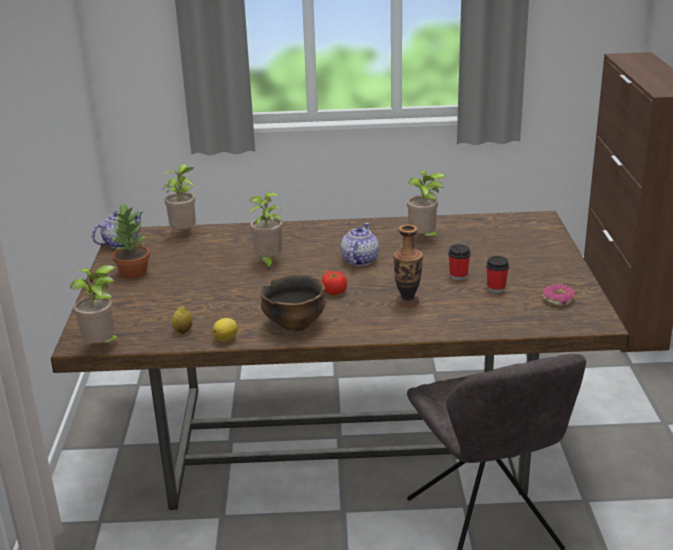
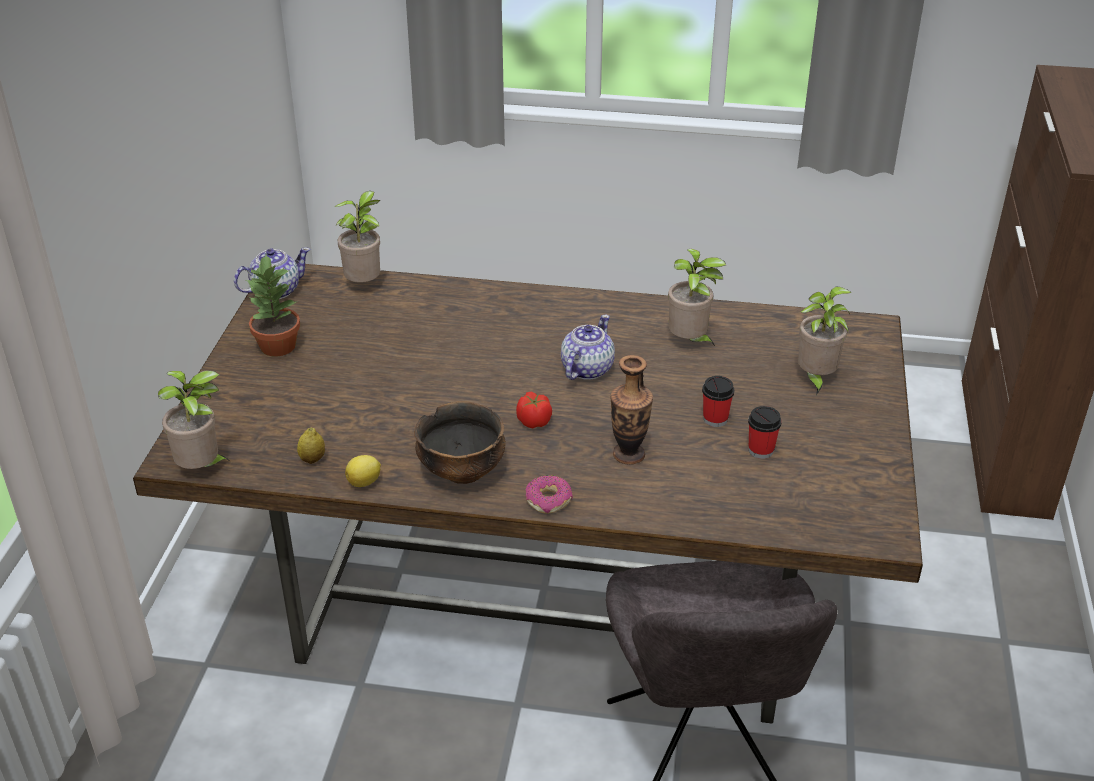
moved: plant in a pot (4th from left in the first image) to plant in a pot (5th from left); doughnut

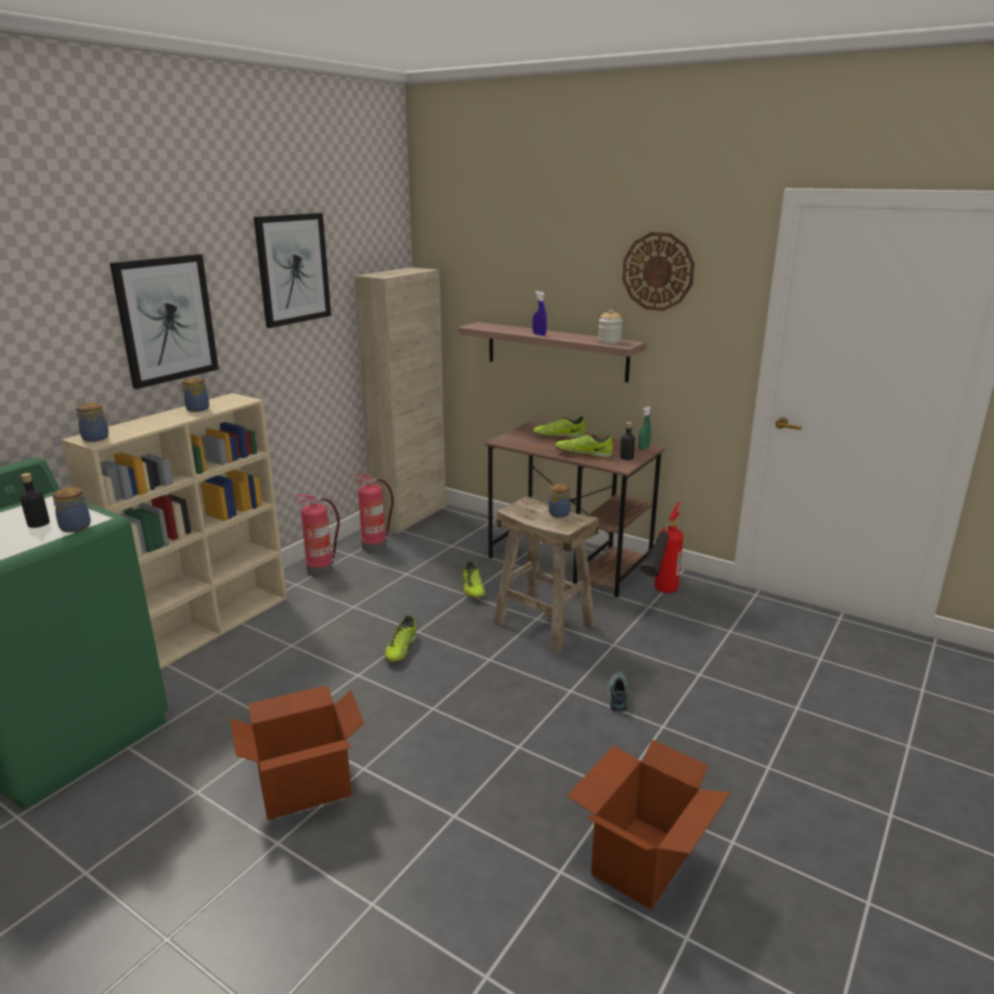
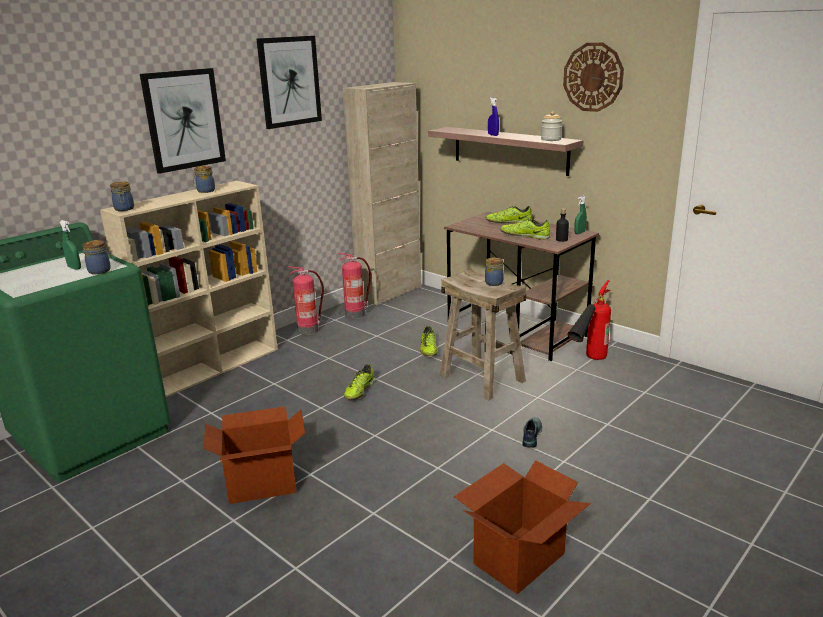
replaced: black beverage bottle (1st from left) to green sprayer (1st from left)

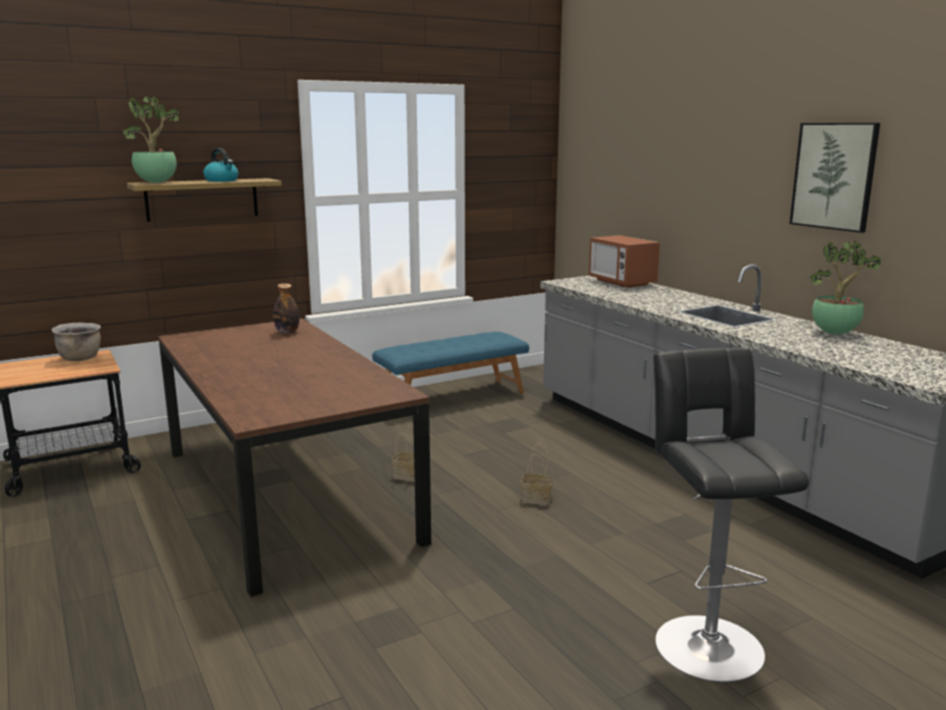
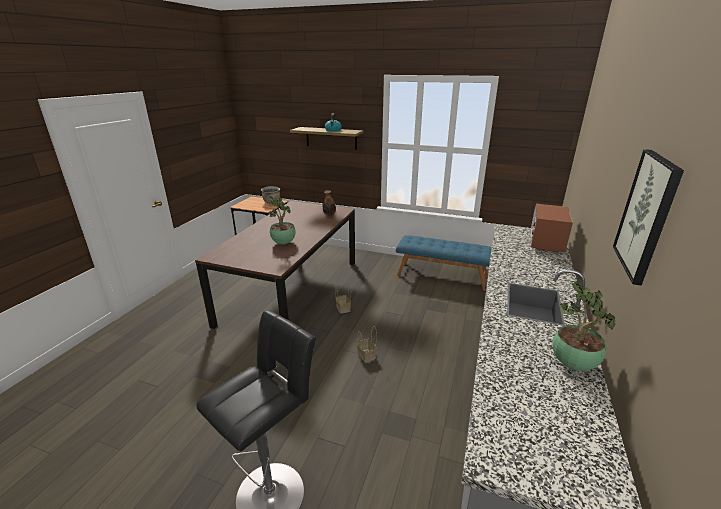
moved: plant in a pot (1st from left)

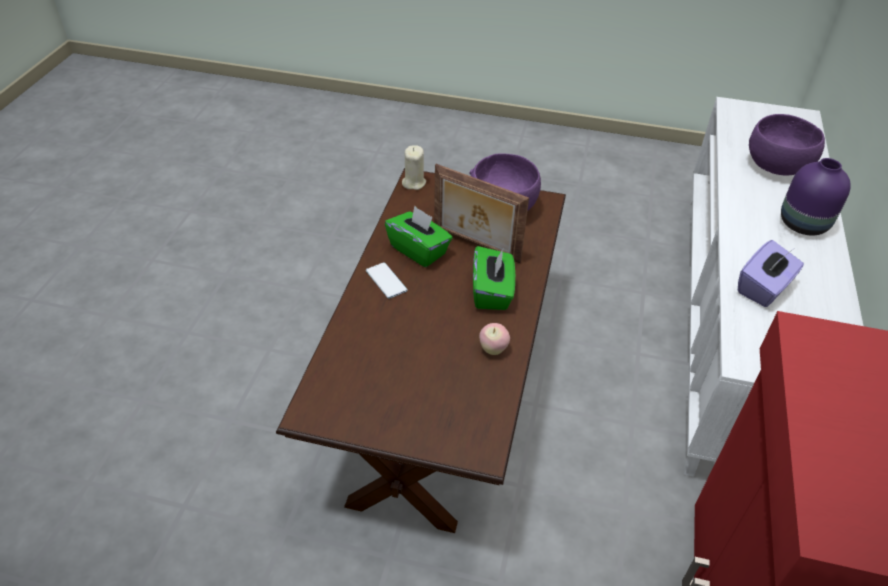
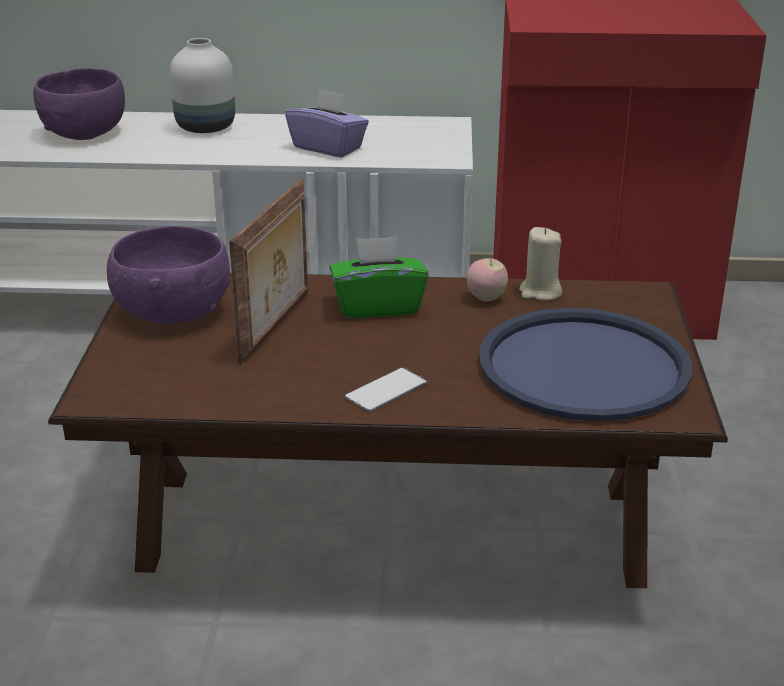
removed: green tissue holder (1st from left)
added: blue carrying tray
moved: sand-coloured candle
recoloured: purple-coloured decorative vase to white decorative vase

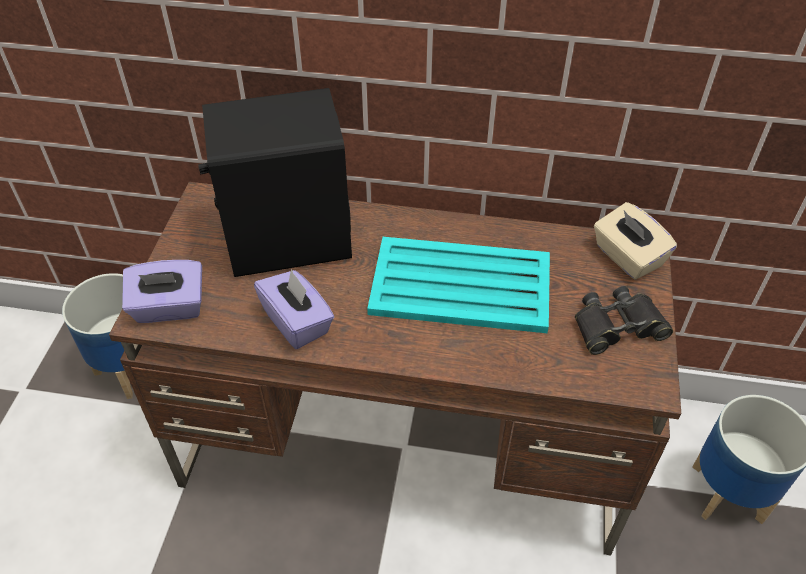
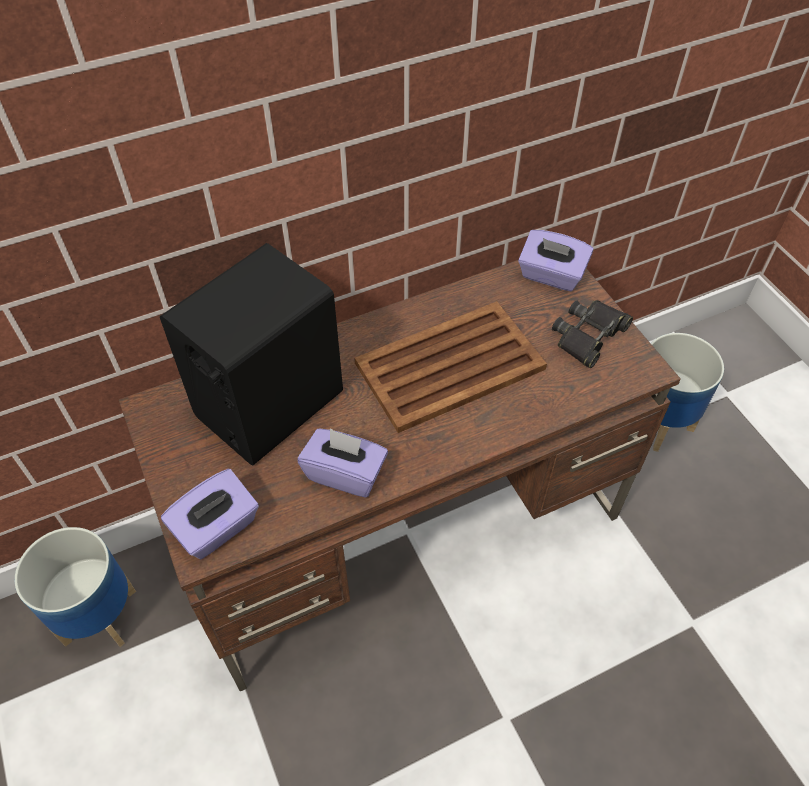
recoloured: sand-coloured tissue holder to purple-coloured tissue holder (3rd from left); turquoise-coloured carrying tray to brownish carrying tray

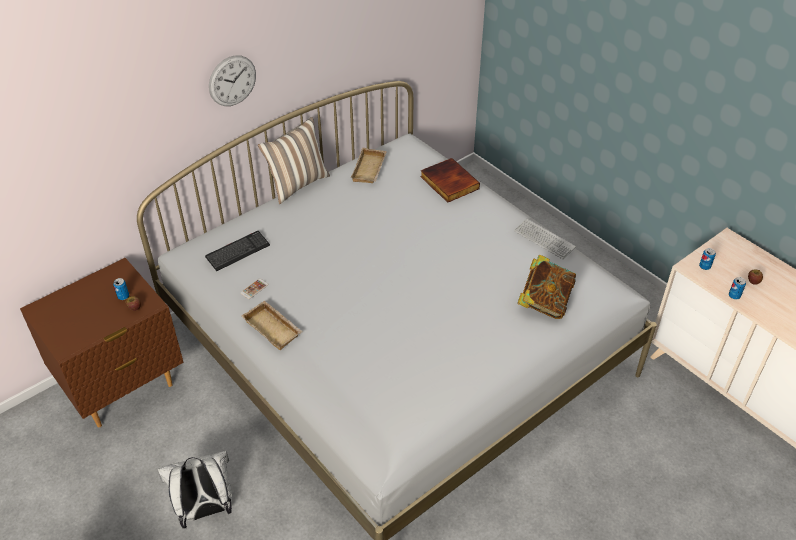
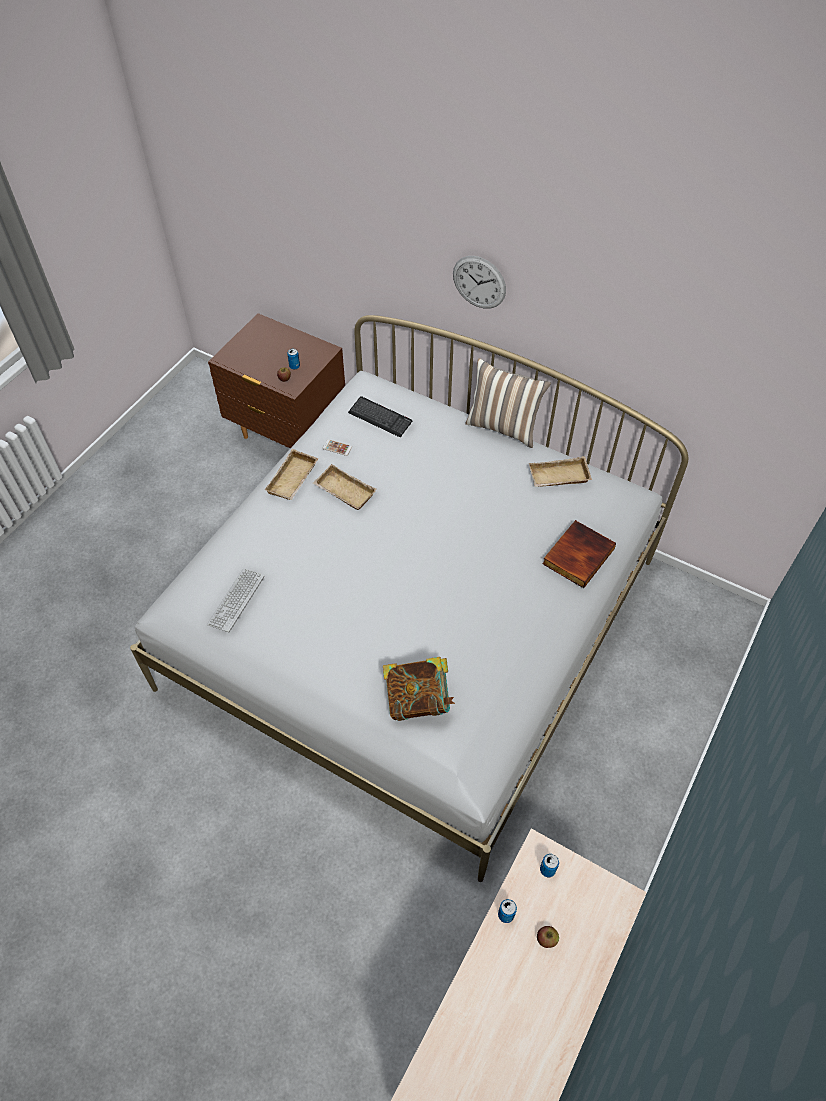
removed: white knapsack
added: sand-coloured carrying tray (2nd from left)
moved: computer keyboard (2nd from left in the first image) to computer keyboard (1st from left)

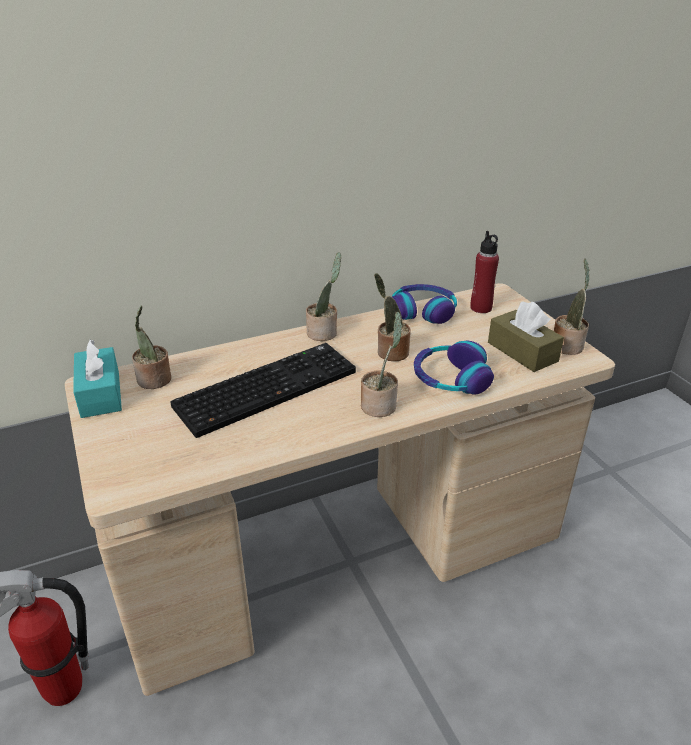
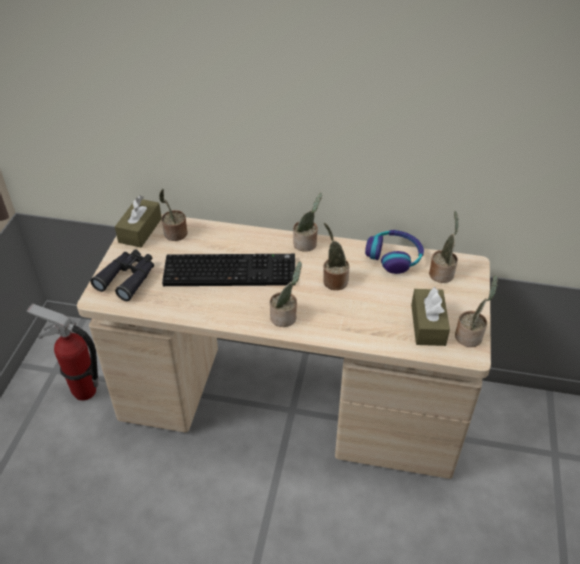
removed: pair of headphones (2nd from left)
added: black binoculars
replaced: red beverage bottle to plant in a pot (5th from left)
recoloured: turquoise-coloured tissue holder to brownish tissue holder (1st from left)

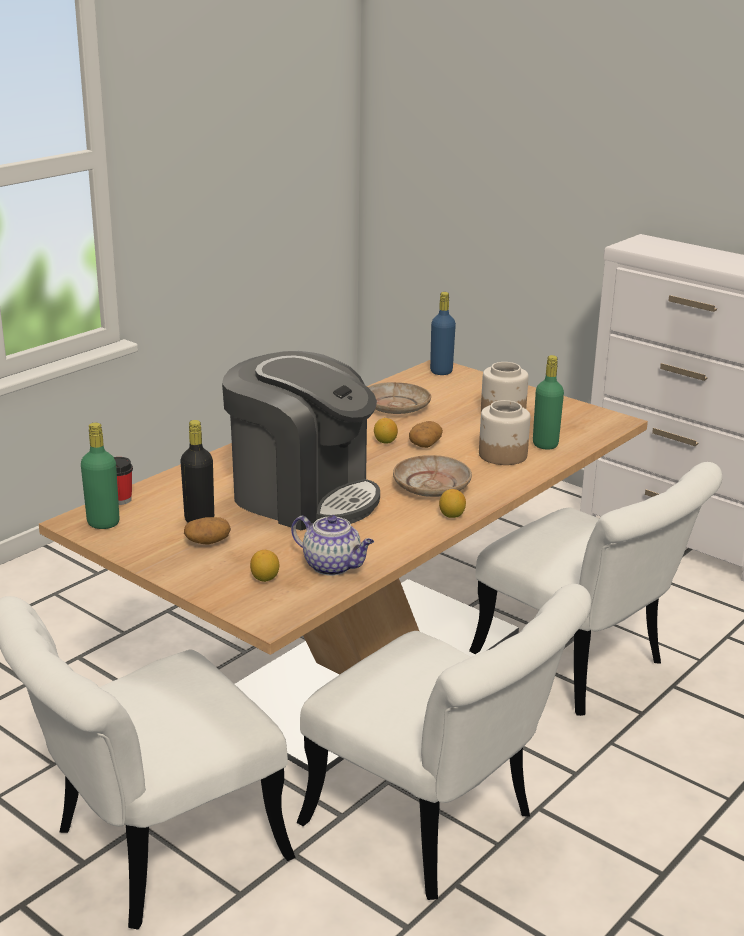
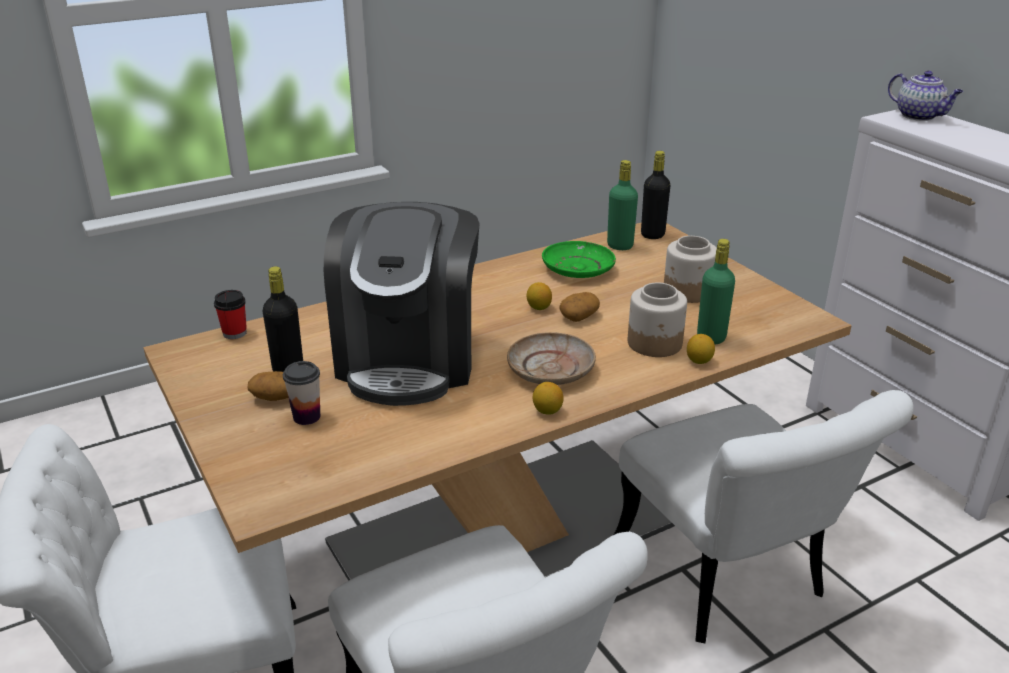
added: small cup (2nd from left)
moved: green beverage bottle (1st from left); teapot; whole lemon (1st from left in the first image) to whole lemon (3rd from left)
recoloured: blue beverage bottle to black beverage bottle (2nd from left); sand-coloured flat dish (1st from left) to green flat dish
turned: coffee brewer 45 degrees clockwise

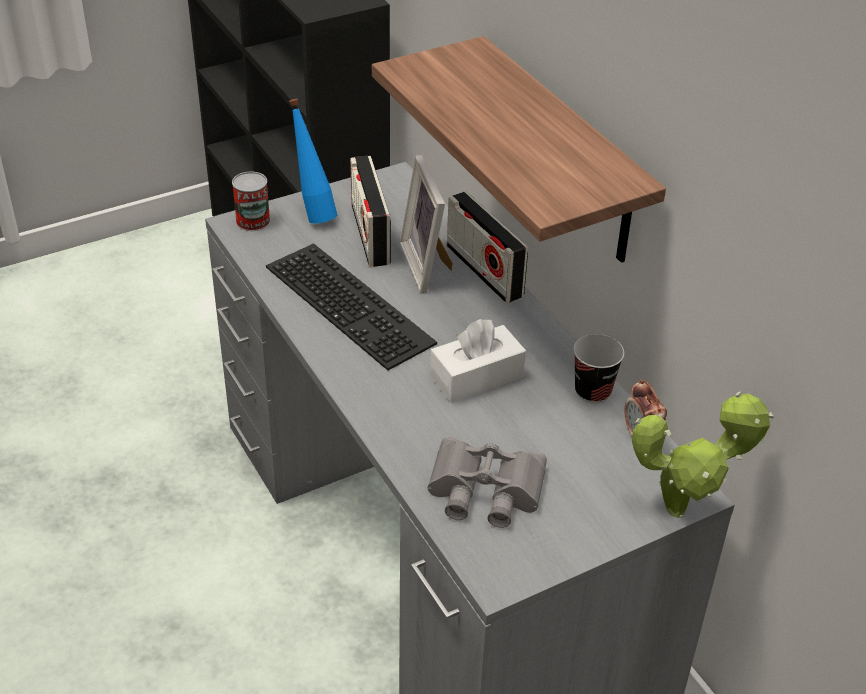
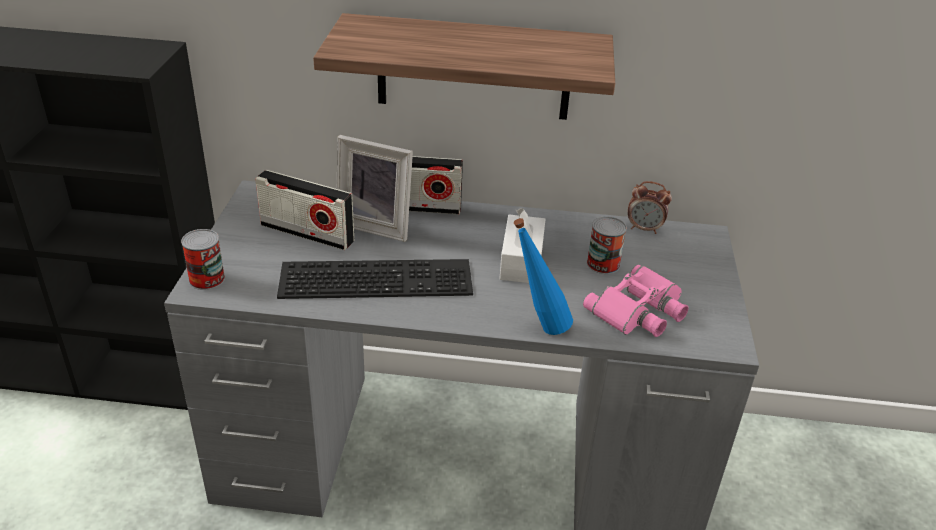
removed: small cup; plant in a pot
added: can (2nd from left)
moved: blue beverage bottle
recoloured: gray binoculars to pink binoculars

